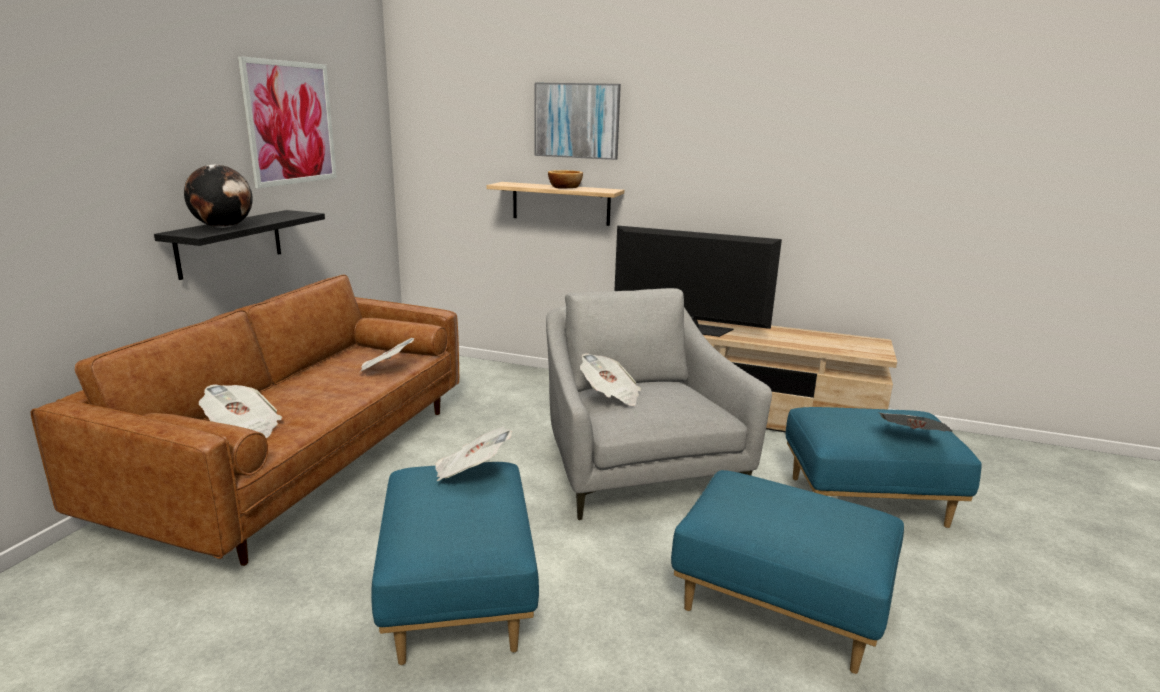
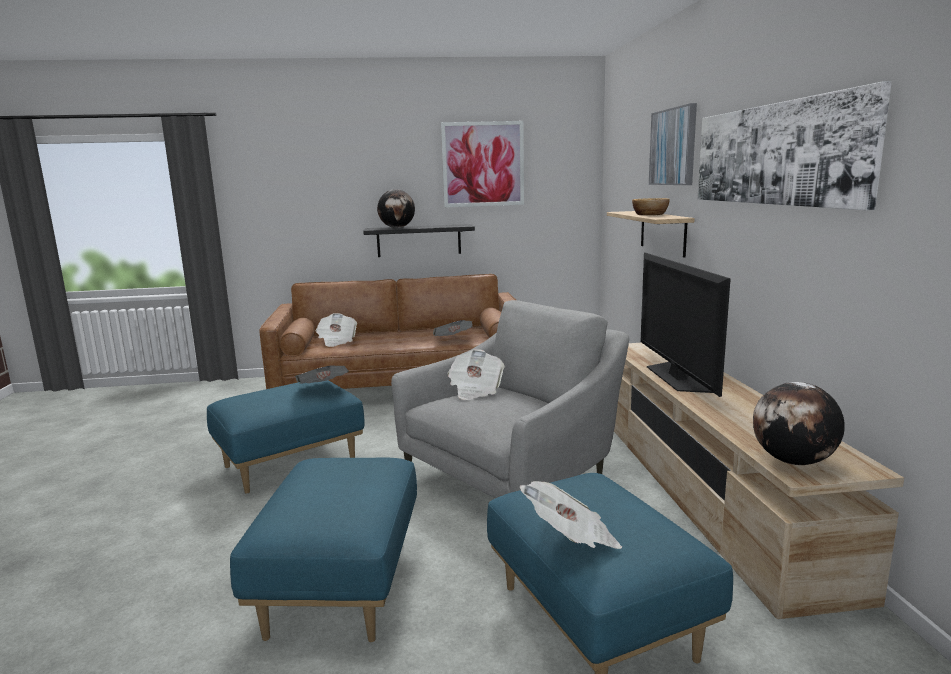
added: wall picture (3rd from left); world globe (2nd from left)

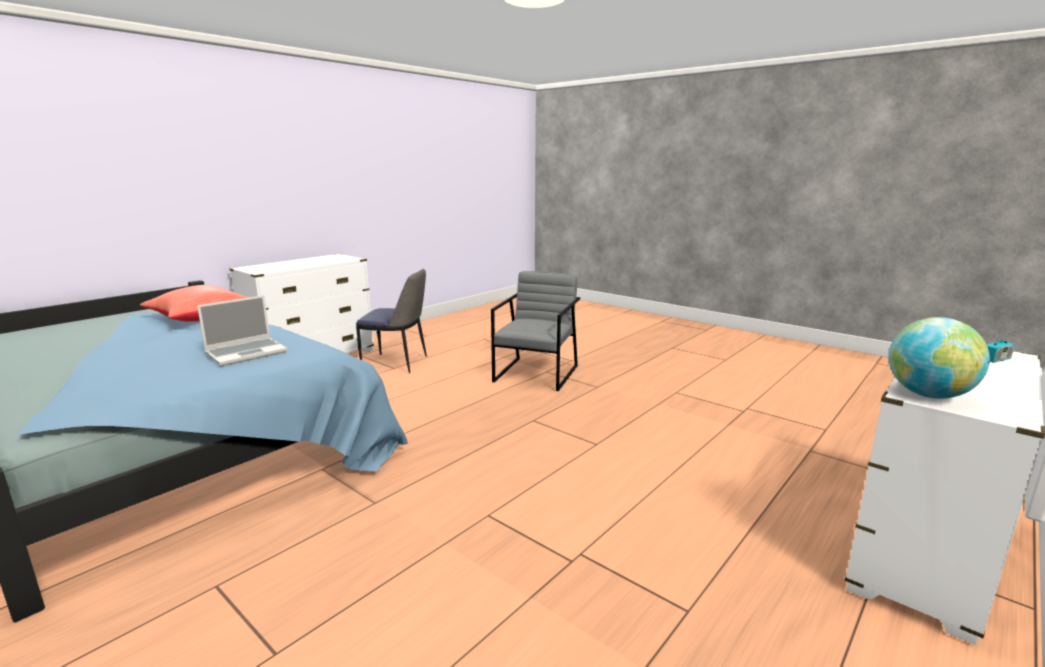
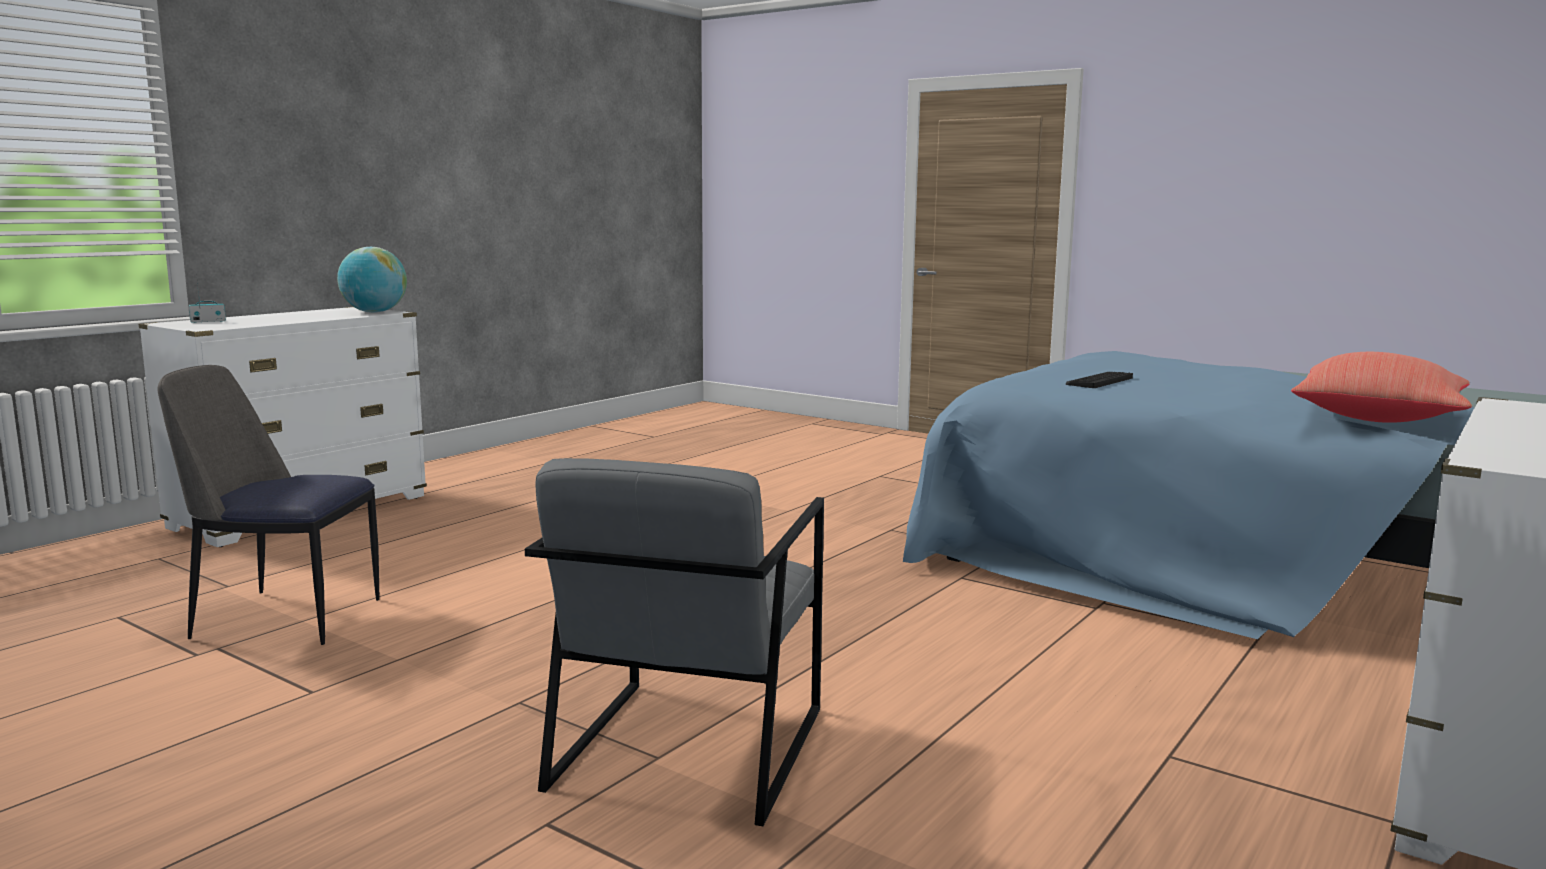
moved: chair
replaced: laptop to computer keyboard

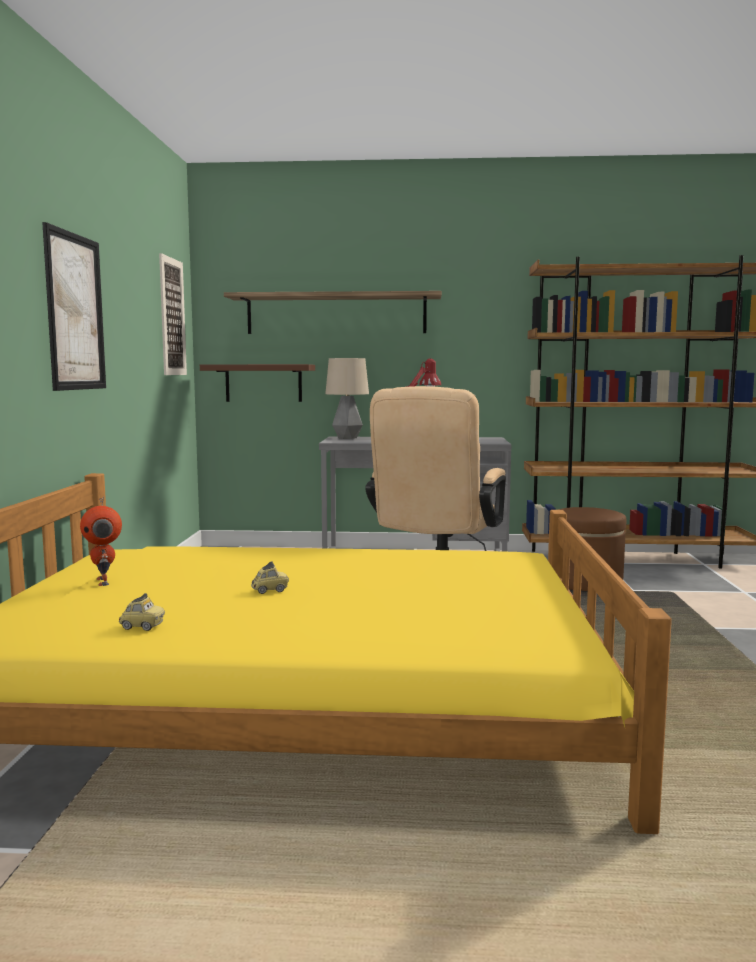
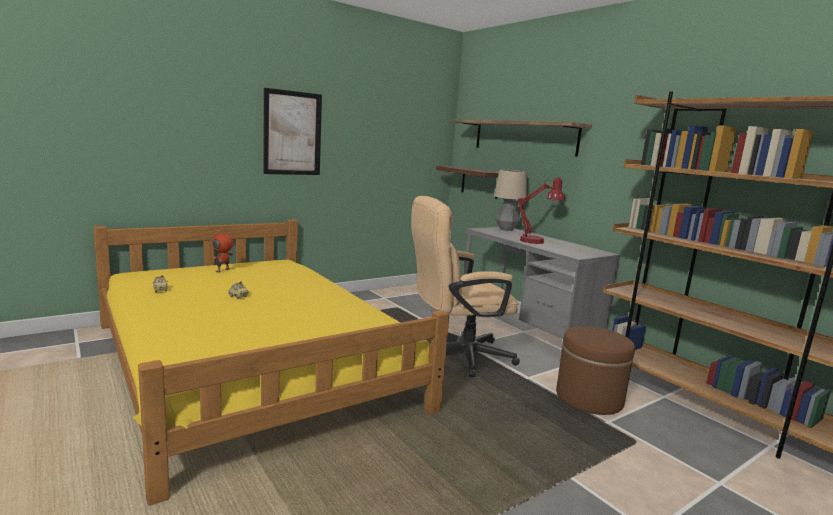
removed: wall picture (2nd from left)

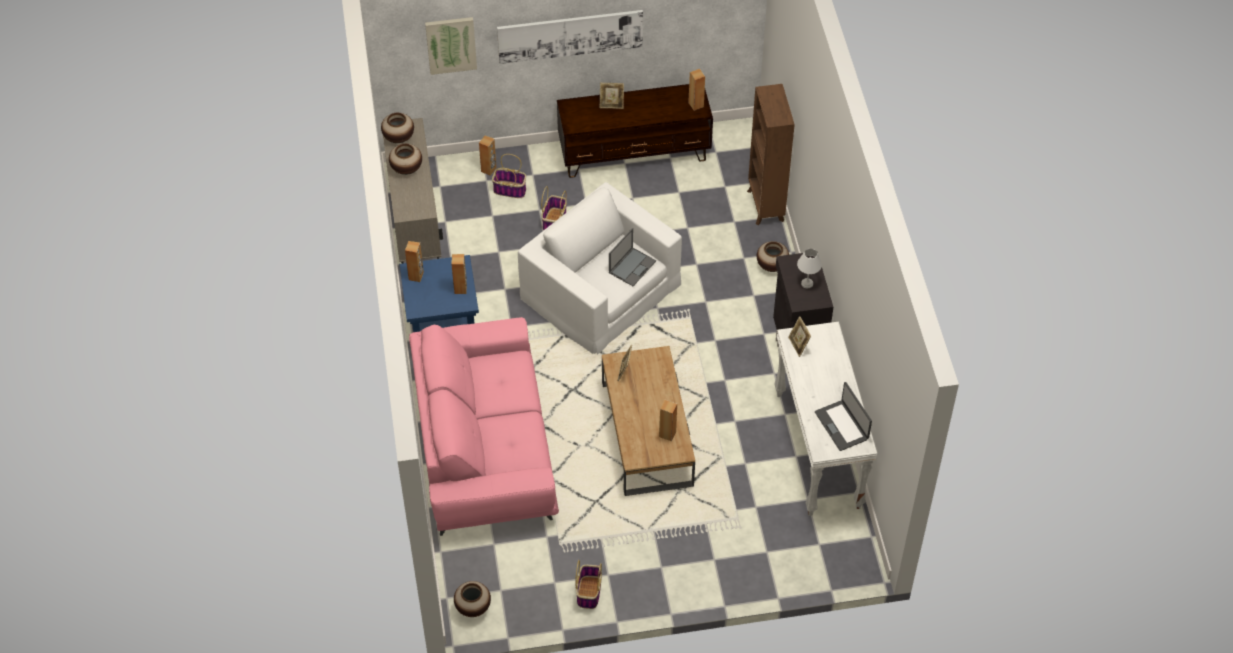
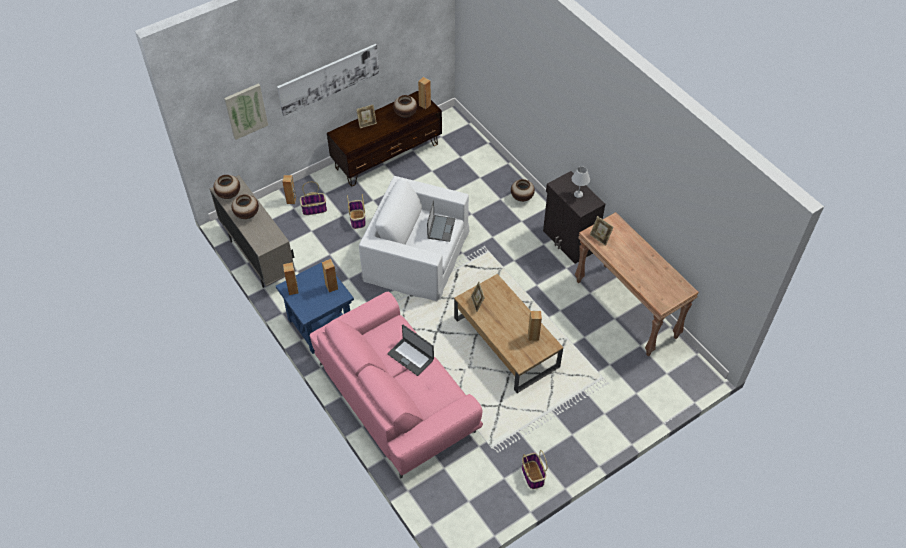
removed: brownish bookshelf
moved: laptop (2nd from left in the first image) to laptop (1st from left); decorative vase (3rd from left)
recoloured: white narrow table to brownish narrow table

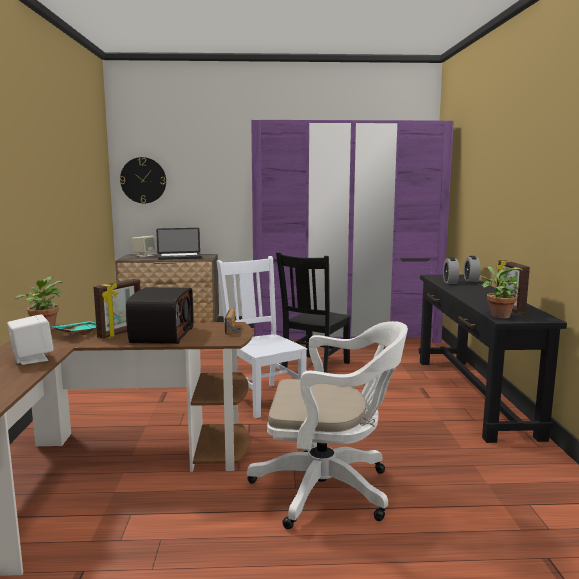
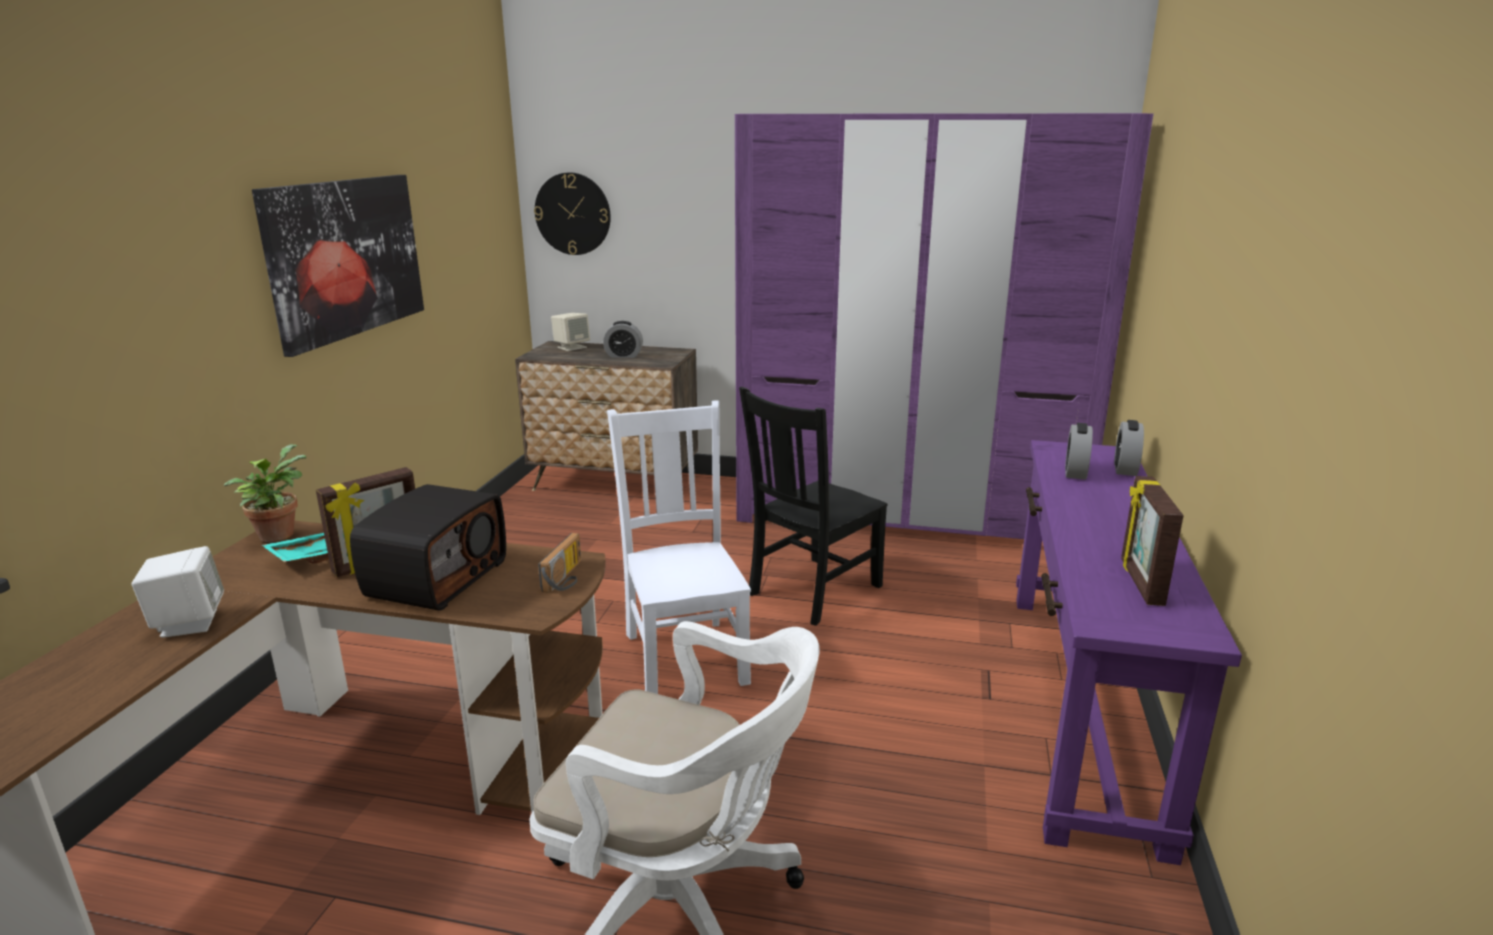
removed: plant in a pot (2nd from left)
added: wall picture
replaced: laptop to table clock (1st from left)
recoloured: black narrow table to purple-coloured narrow table

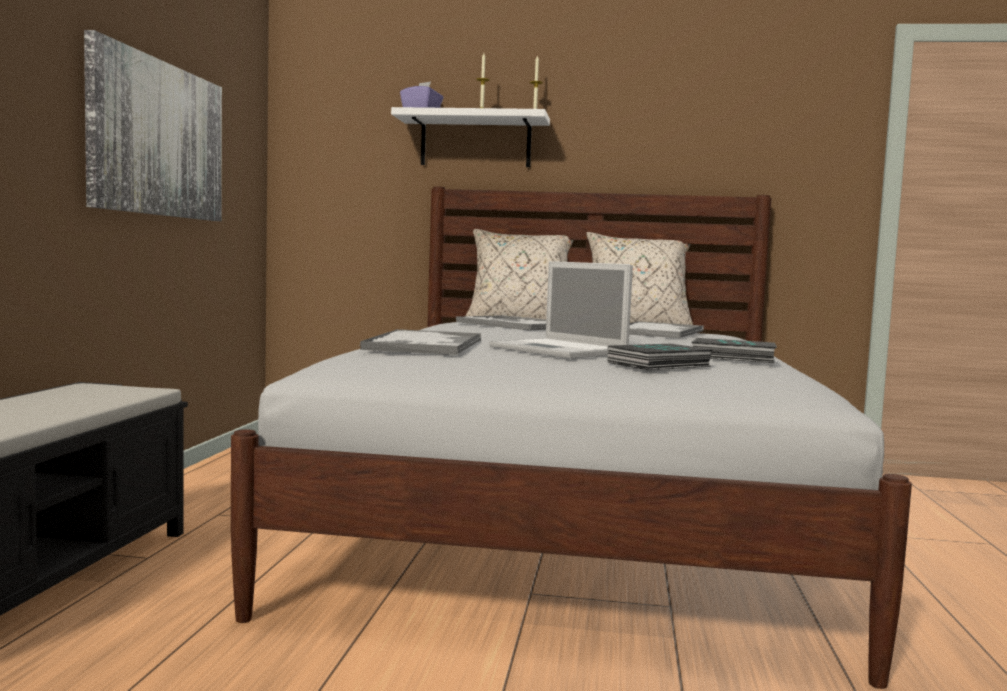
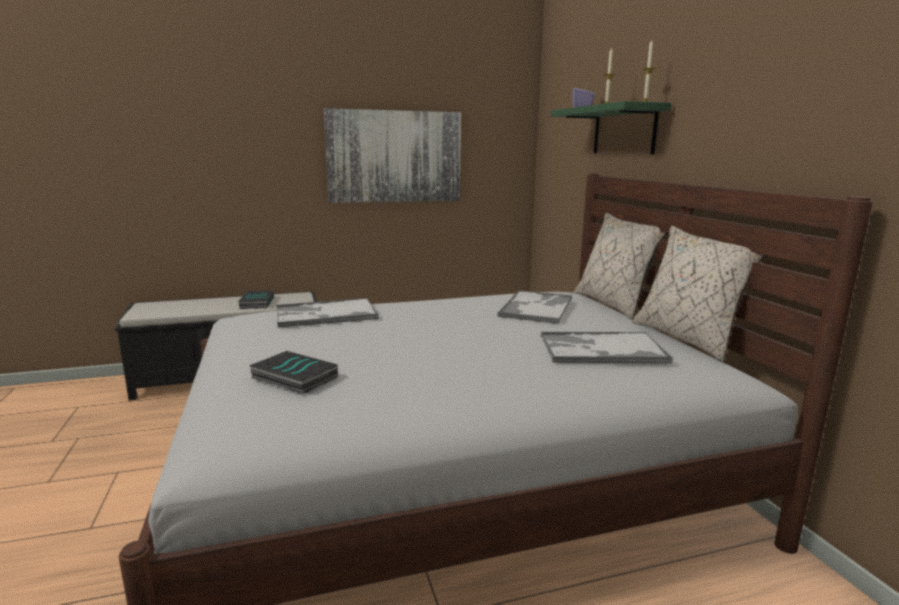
removed: laptop
moved: bound book (2nd from left in the first image) to bound book (1st from left)
recoloured: white bracket shelf to green bracket shelf

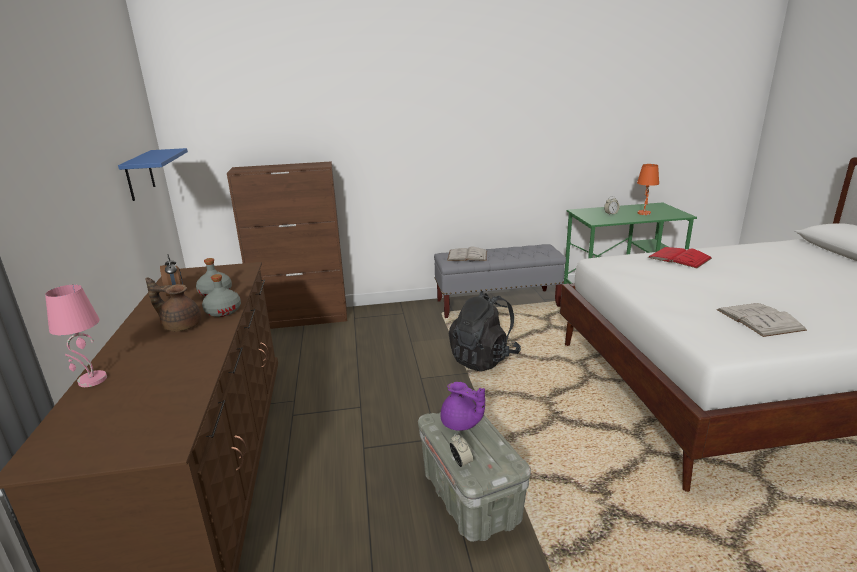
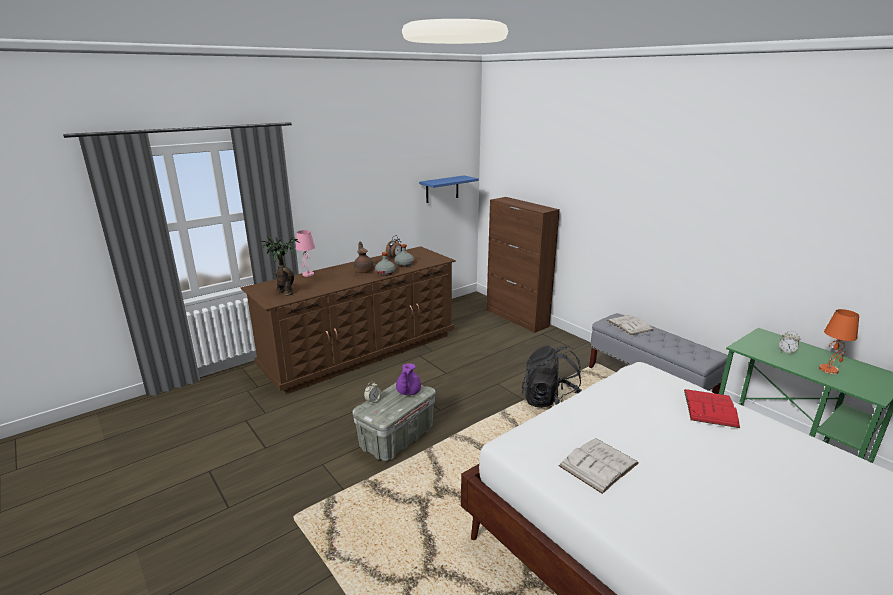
added: plant in a pot

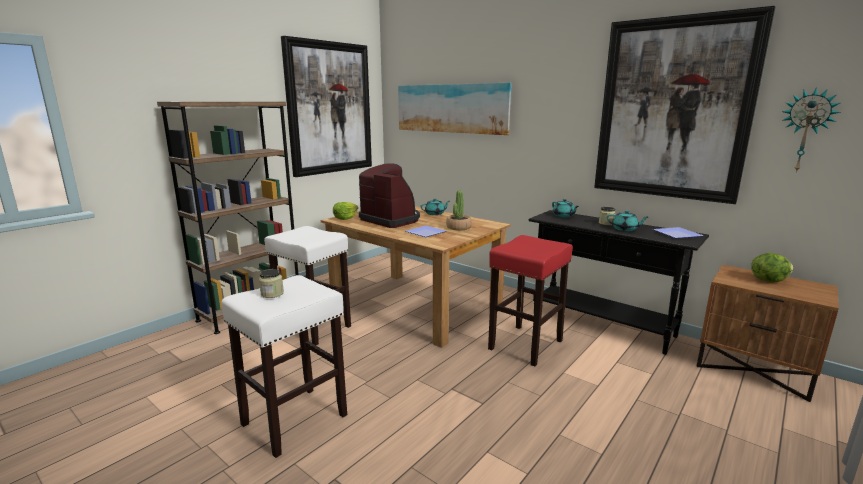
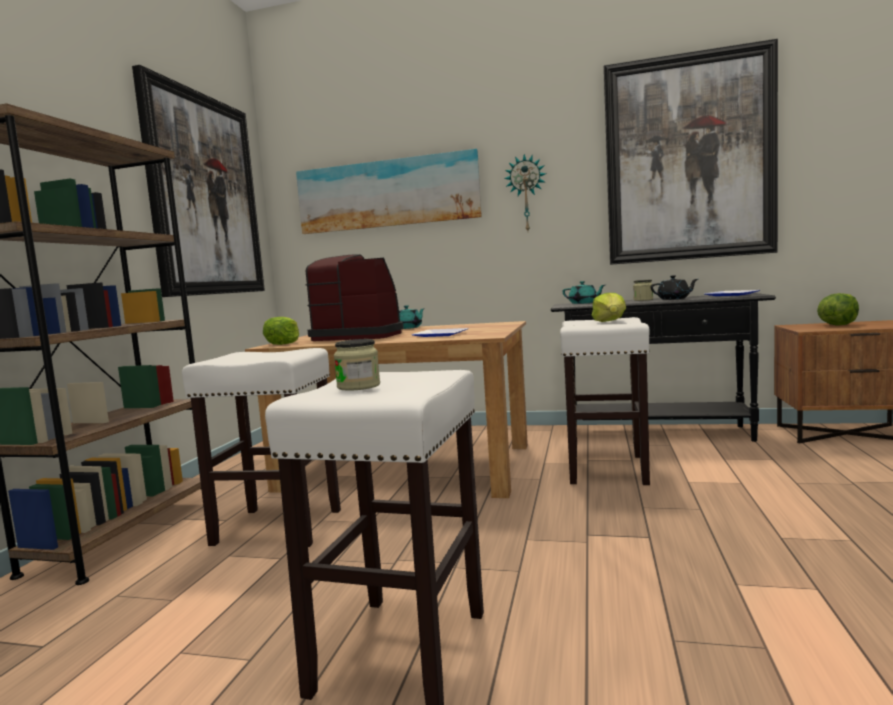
removed: plant in a pot
added: head of lettuce (2nd from left)
moved: wall clock
recoloured: turquoise-coloured teapot (3rd from left) to black teapot; red sitting stool to white sitting stool (3rd from left)

